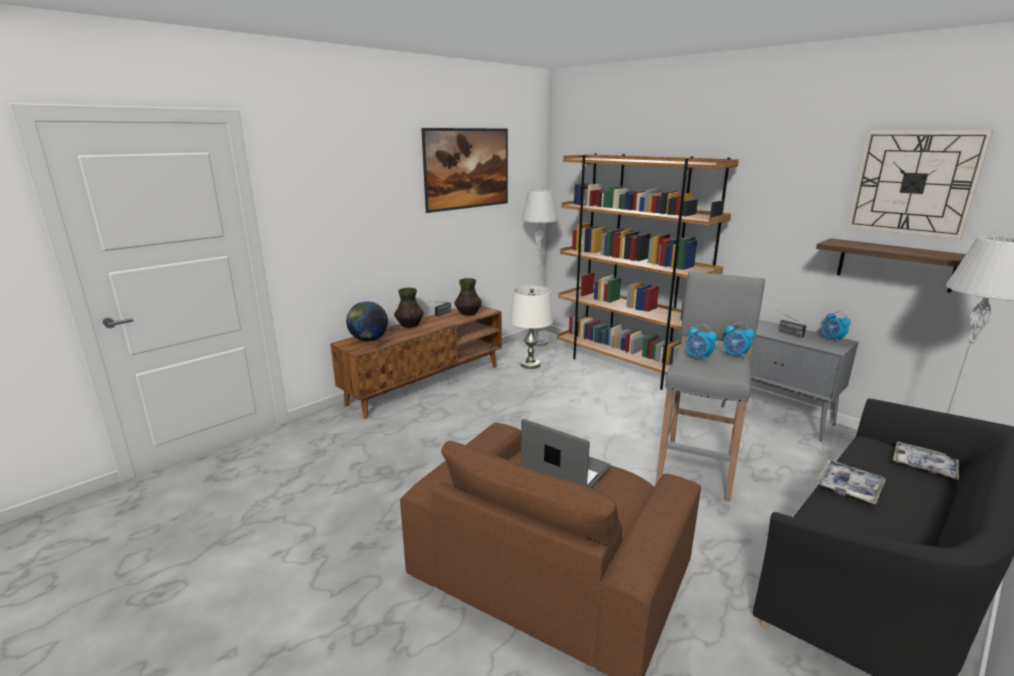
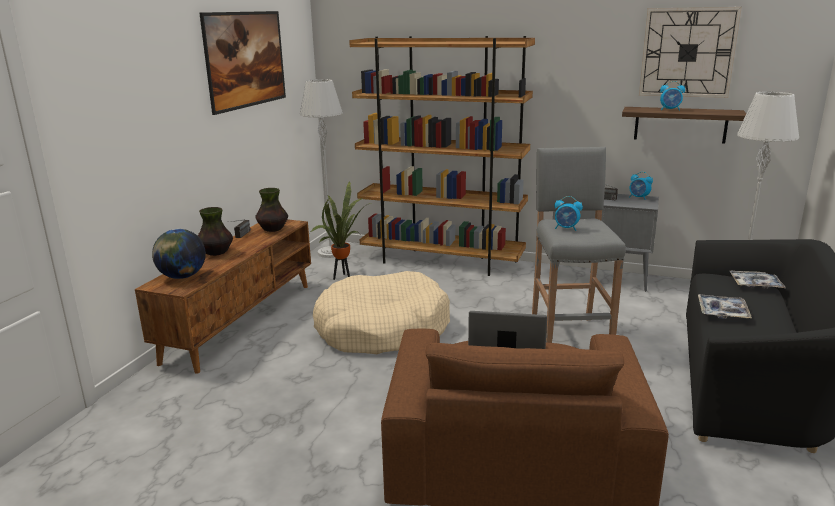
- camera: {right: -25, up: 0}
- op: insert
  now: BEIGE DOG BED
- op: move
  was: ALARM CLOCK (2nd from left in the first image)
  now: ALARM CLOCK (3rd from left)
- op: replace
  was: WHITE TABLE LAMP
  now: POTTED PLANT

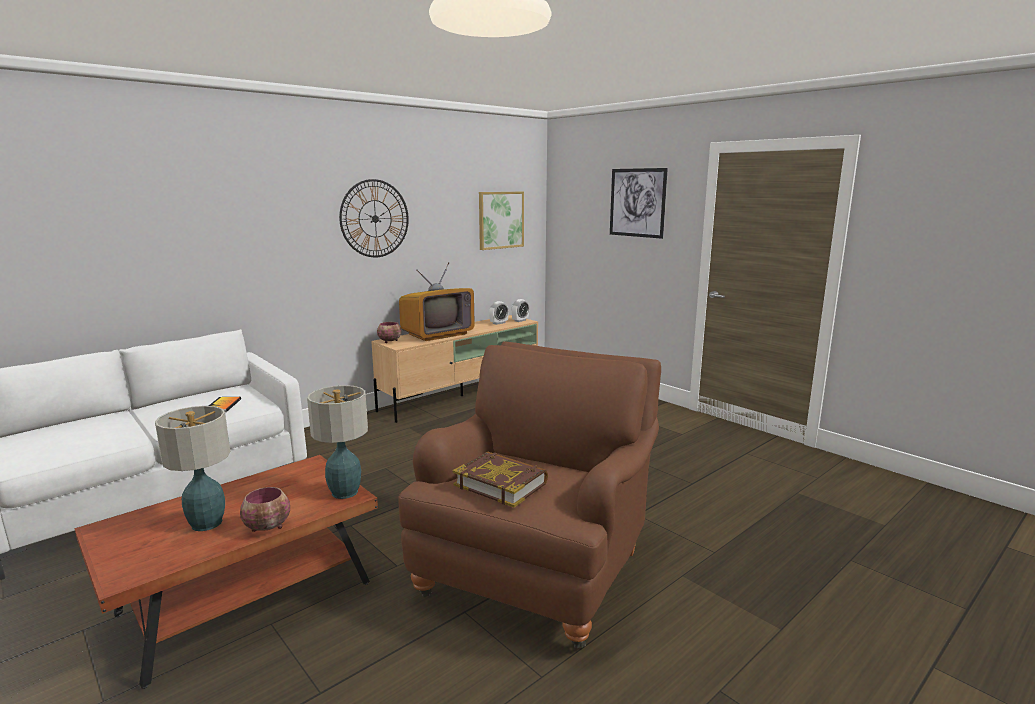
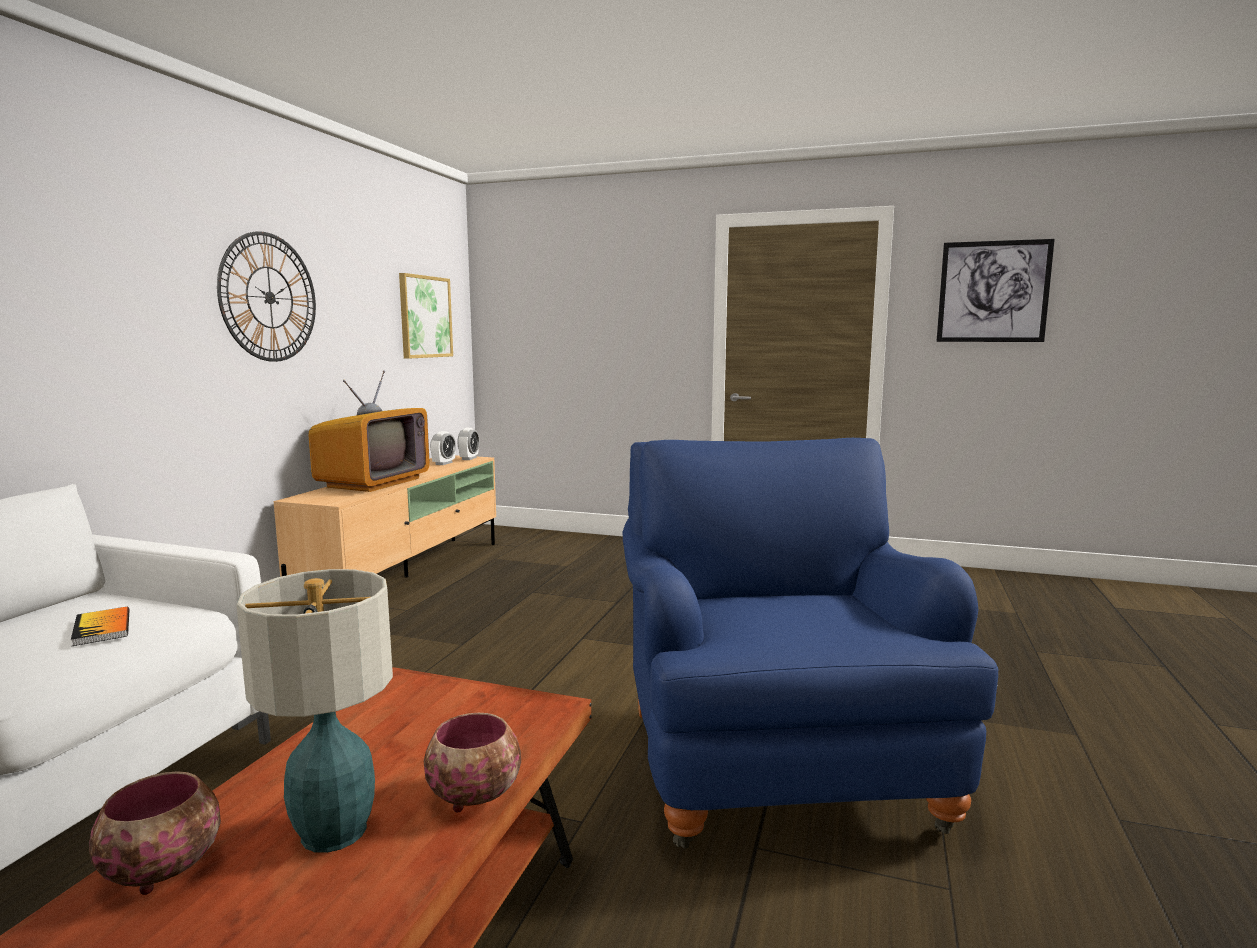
- camera: {right: -30, up: -5}
- op: delete
  was: TABLE LAMP (2nd from left)
- op: delete
  was: BOOK (2nd from left)
- op: move
  was: BOWL (2nd from left in the first image)
  now: BOWL (1st from left)
- op: move
  was: PICTURE (2nd from left)
- op: recolor
  was: BROWN ARMCHAIR
  now: BLUE ARMCHAIR

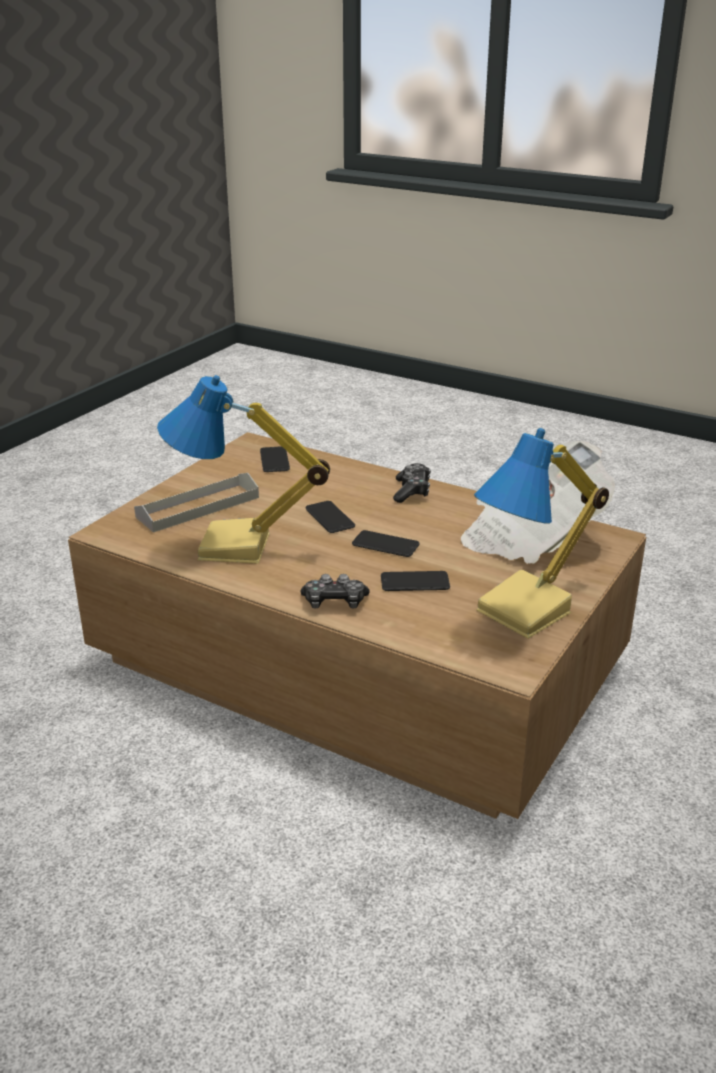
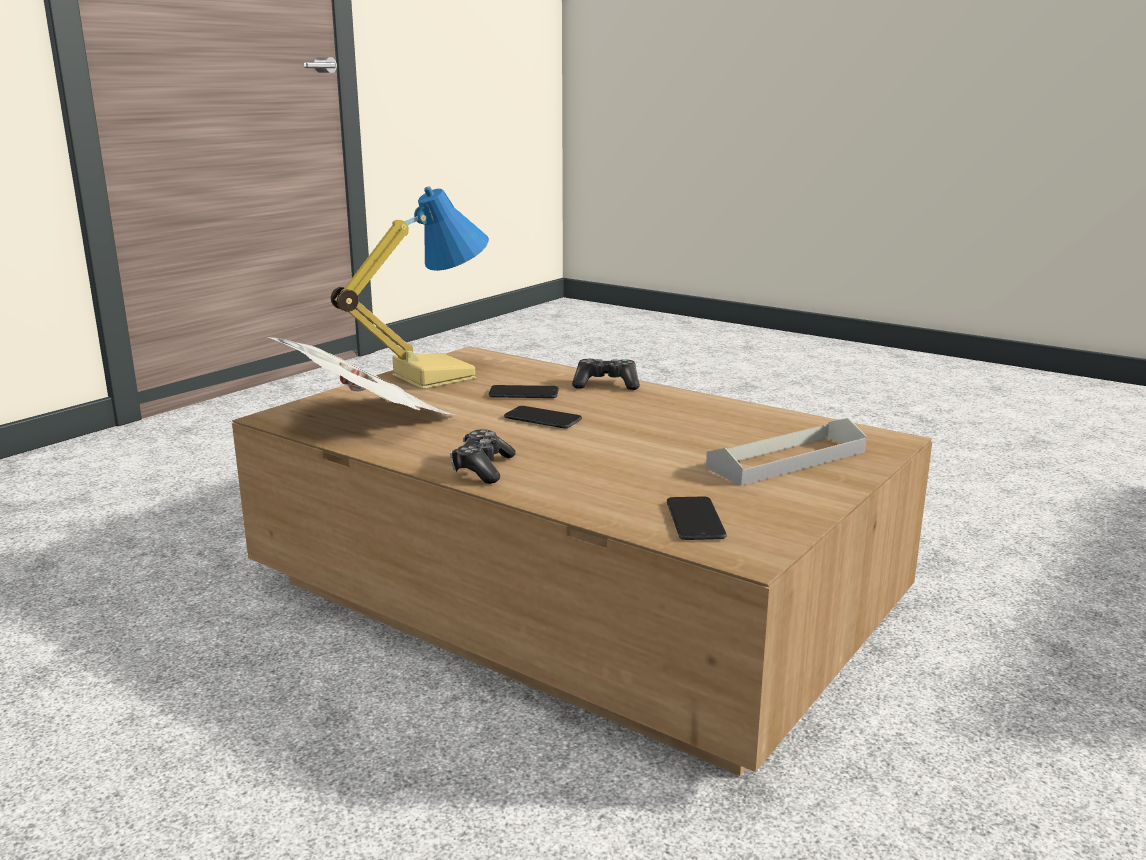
- camera: {right: -175, up: -10}
- op: delete
  was: TABLE LAMP (1st from left)
- op: delete
  was: PHONE (2nd from left)

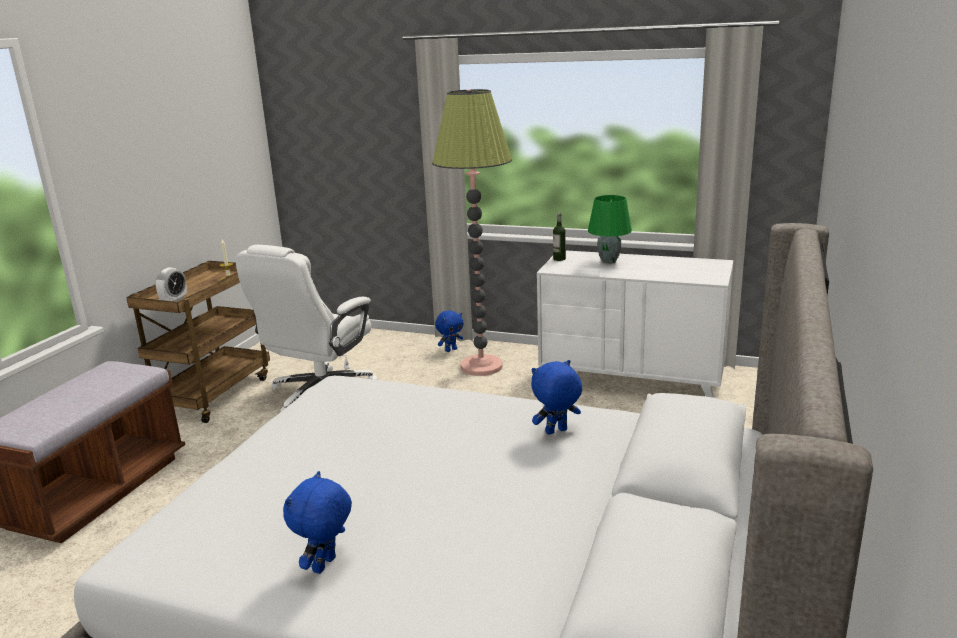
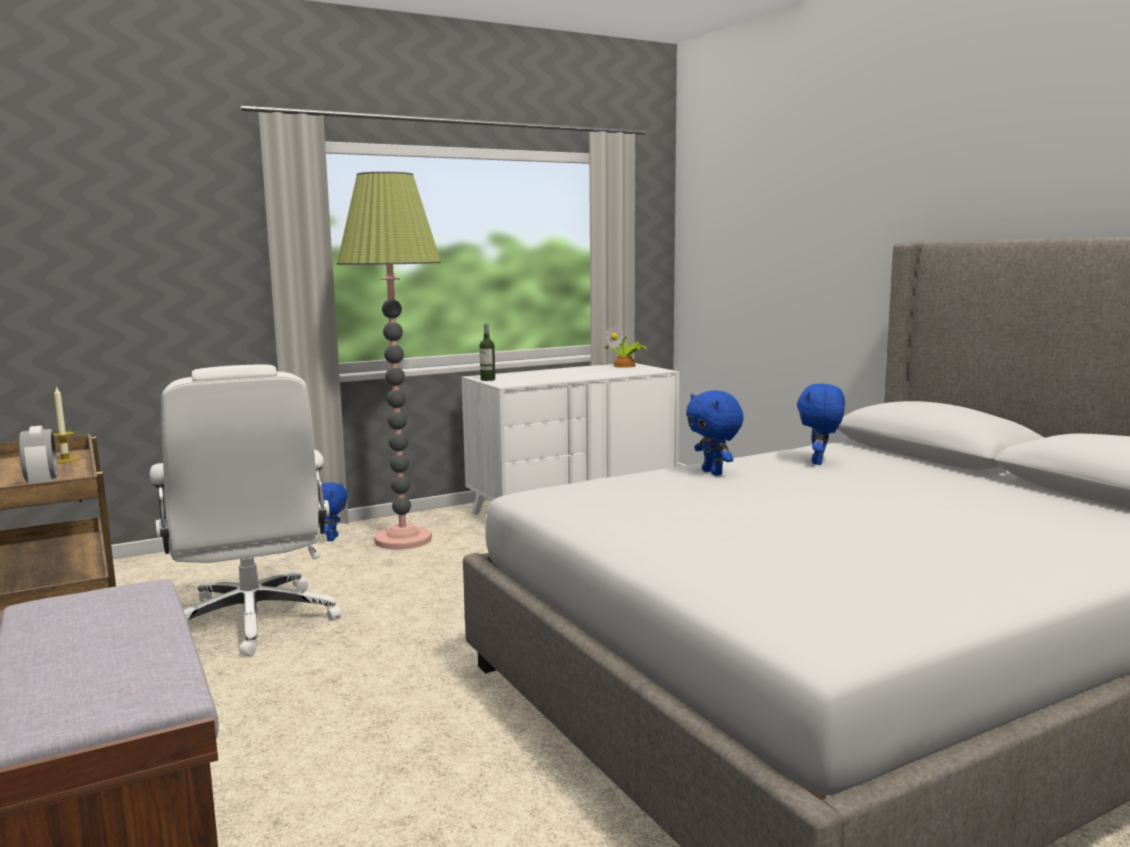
- camera: {right: -50, up: -10}
- op: delete
  was: GREEN TABLE LAMP
- op: insert
  now: POTTED PLANT
- op: move
  was: BLUE PLUSH TOY (1st from left in the first image)
  now: BLUE PLUSH TOY (2nd from left)

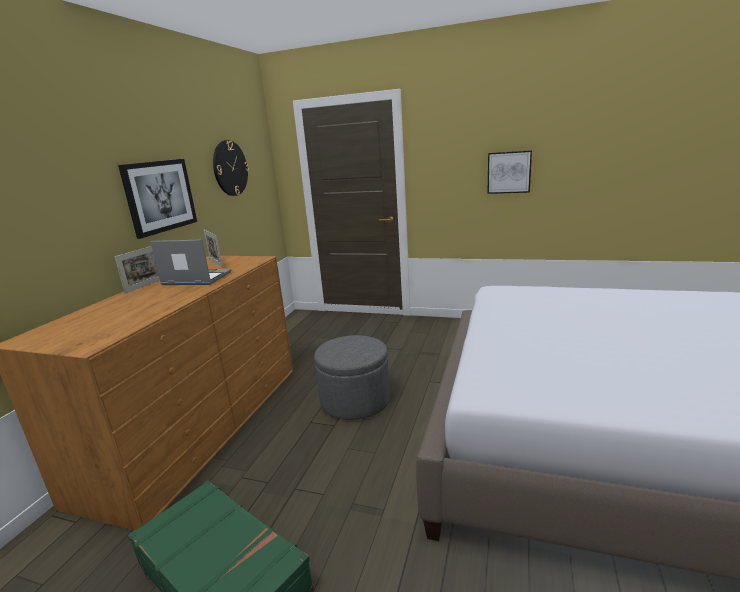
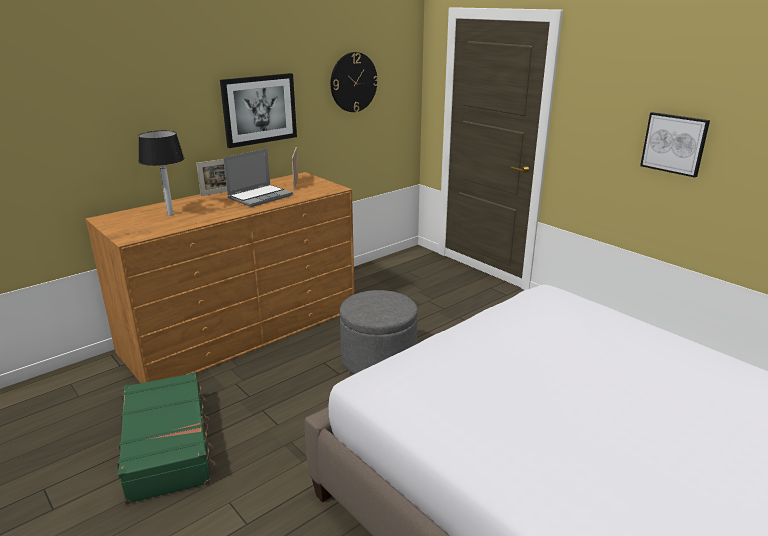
- camera: {right: 30, up: 5}
- op: insert
  now: TABLE LAMP
- op: rotate
  was: LAPTOP
  clockwise: 90

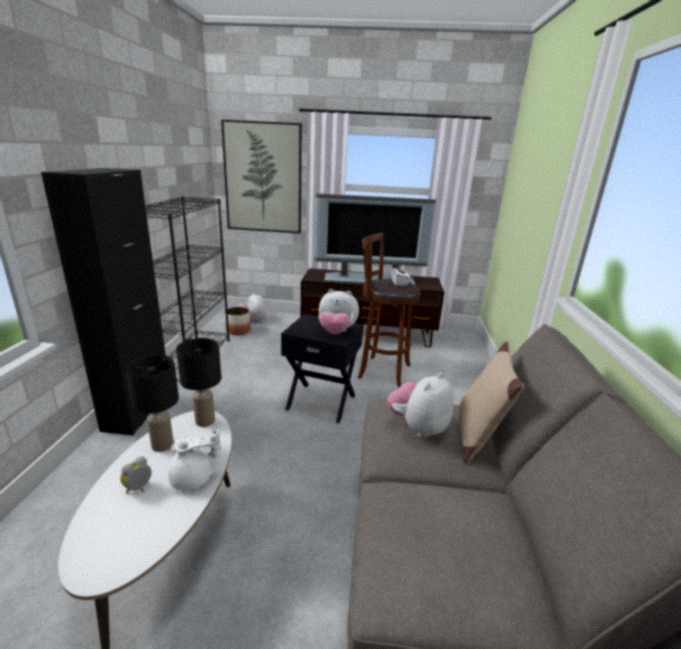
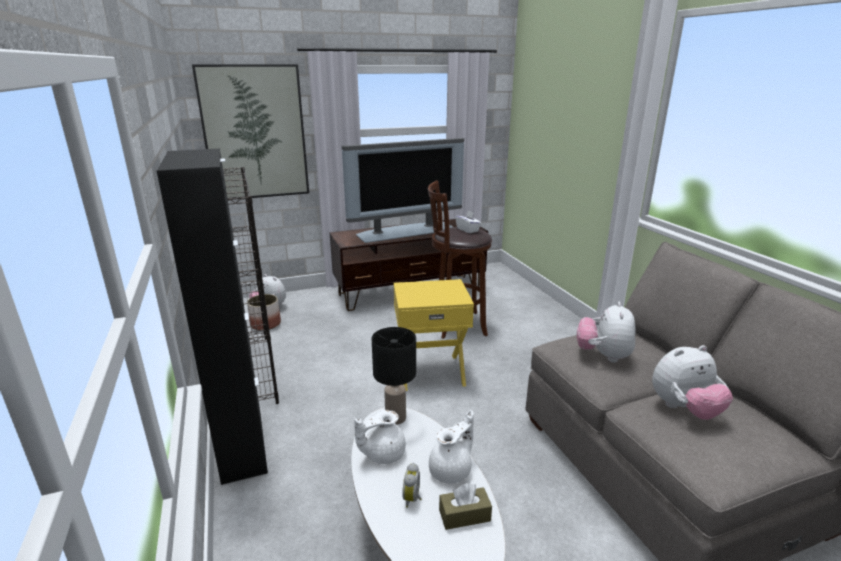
- camera: {right: -25, up: 0}
- op: delete
  was: BEIGE PILLOW
- op: insert
  now: BROWN TISSUE BOX
- op: move
  was: PLUSH TOY (2nd from left in the first image)
  now: PLUSH TOY (3rd from left)
- op: replace
  was: BLACK TABLE LAMP (1st from left)
  now: WHITE TEAPOT (1st from left)
- op: recolor
  was: BLACK SIDE TABLE
  now: YELLOW SIDE TABLE

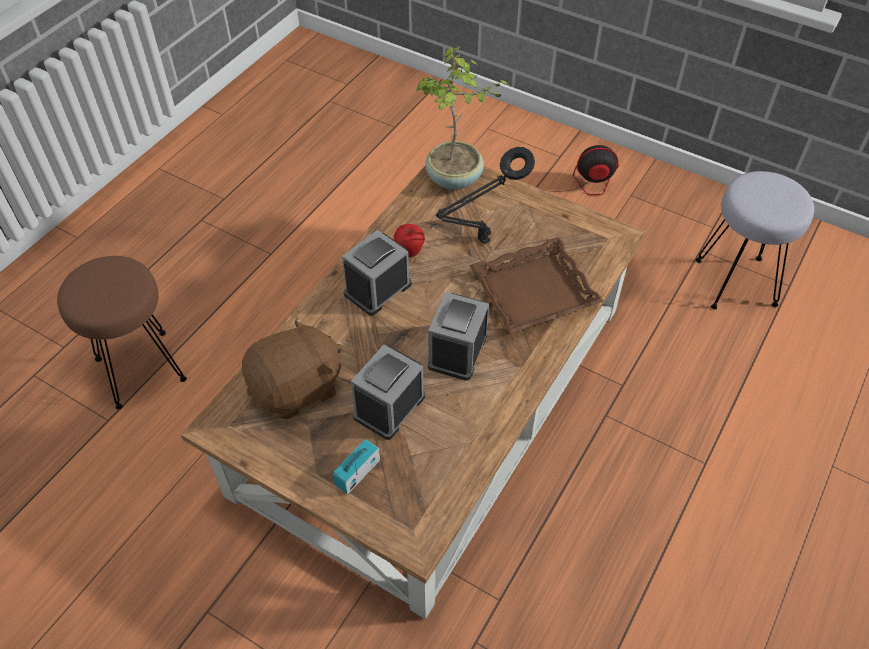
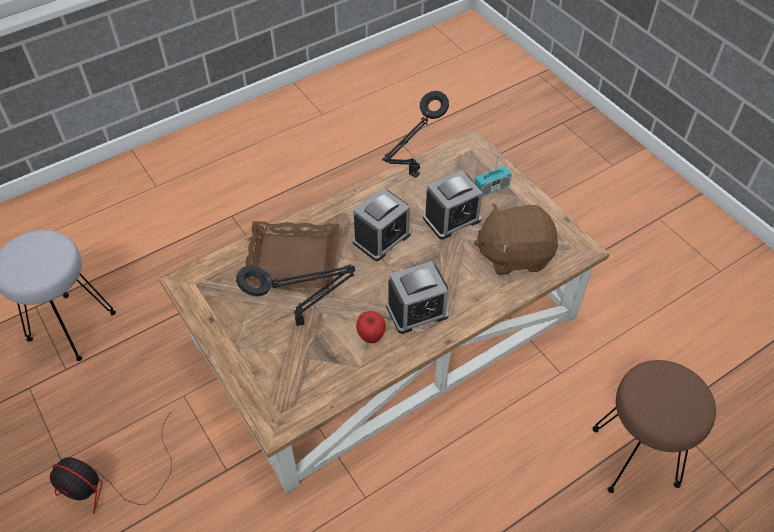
- camera: {right: -155, up: 0}
- op: delete
  was: POTTED PLANT
- op: insert
  now: BLACK TABLE LAMP (2nd from left)

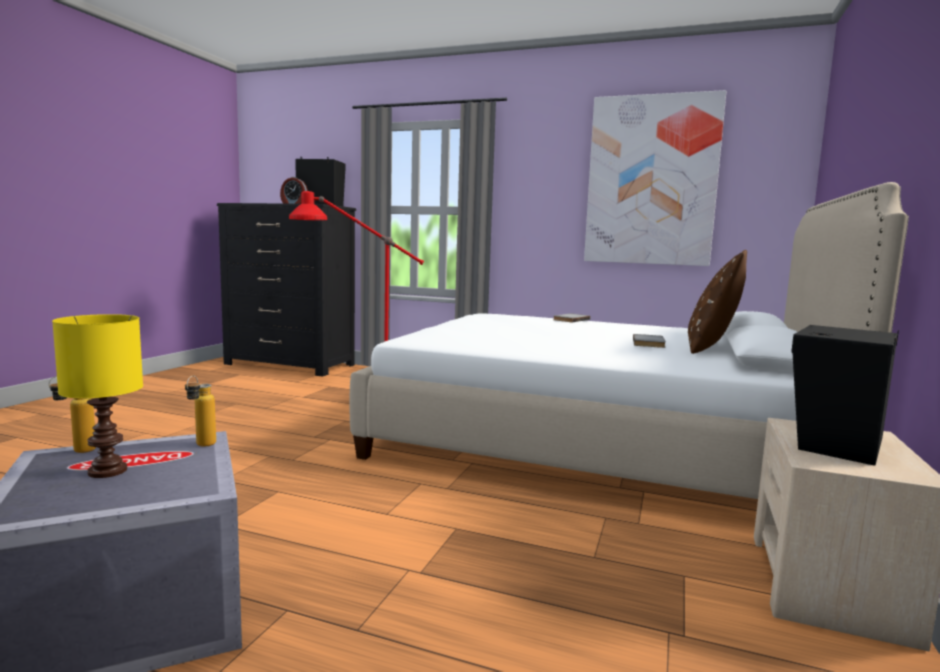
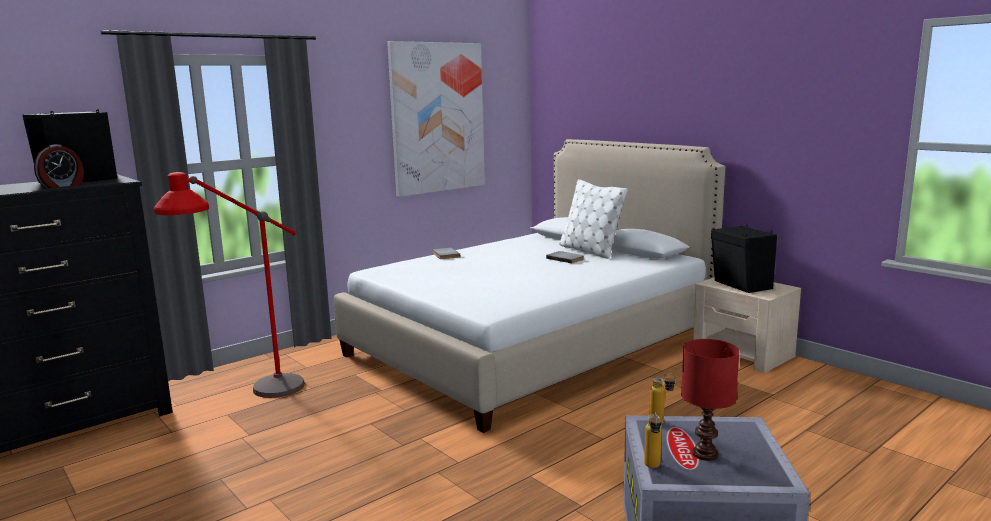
- camera: {right: -60, up: 5}
- op: recolor
  was: YELLOW TABLE LAMP
  now: RED TABLE LAMP
- op: recolor
  was: BROWN PILLOW
  now: WHITE PILLOW

